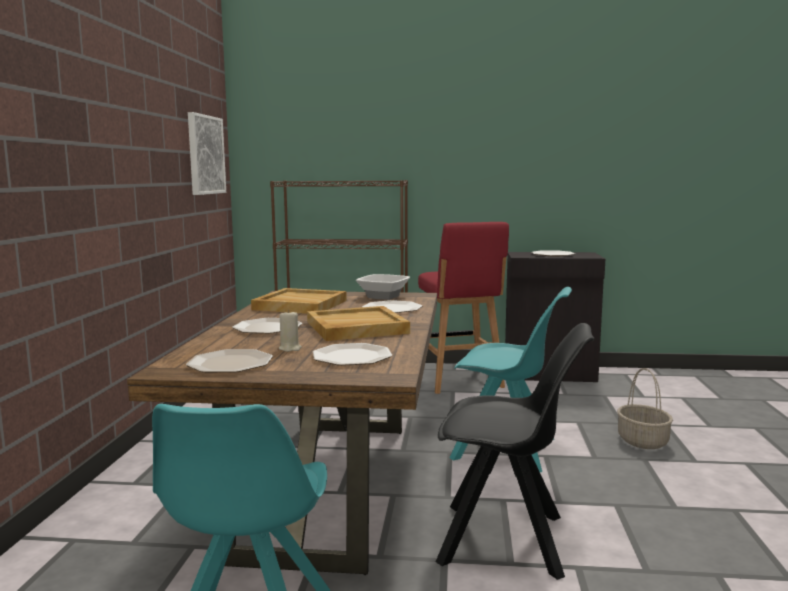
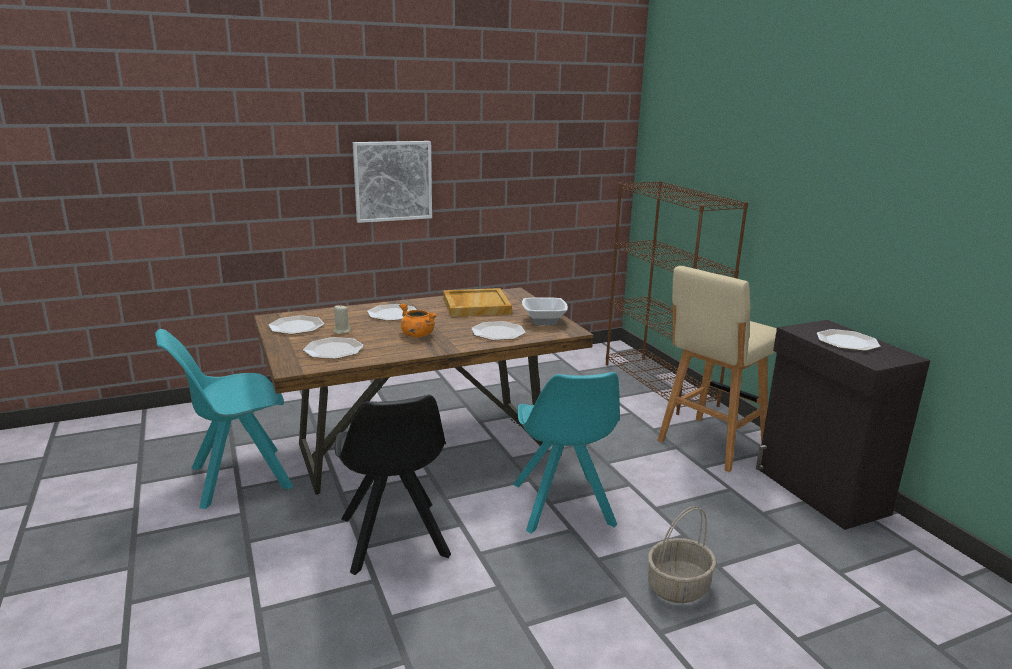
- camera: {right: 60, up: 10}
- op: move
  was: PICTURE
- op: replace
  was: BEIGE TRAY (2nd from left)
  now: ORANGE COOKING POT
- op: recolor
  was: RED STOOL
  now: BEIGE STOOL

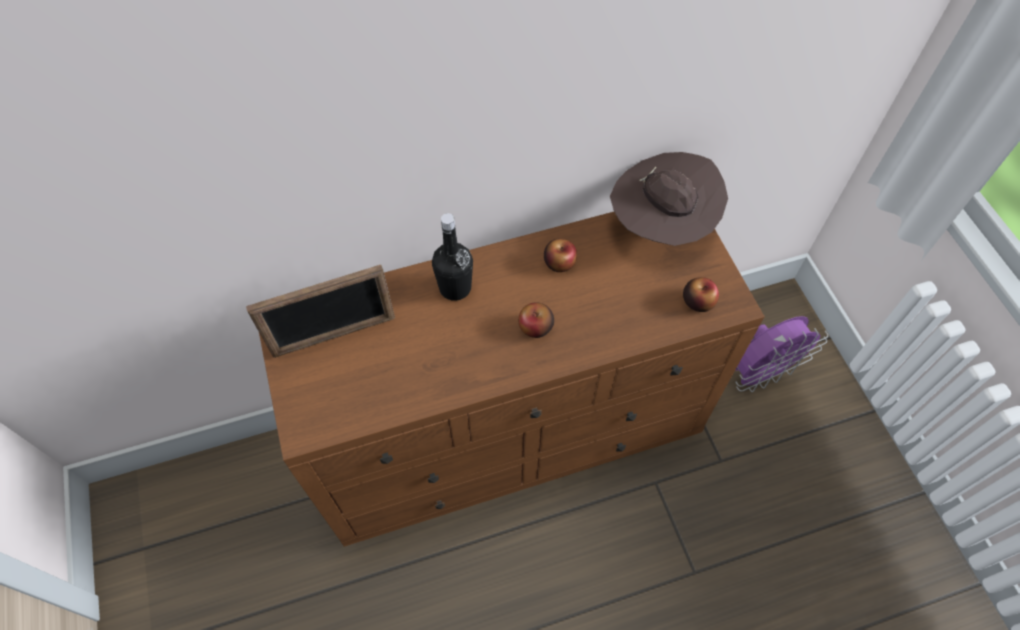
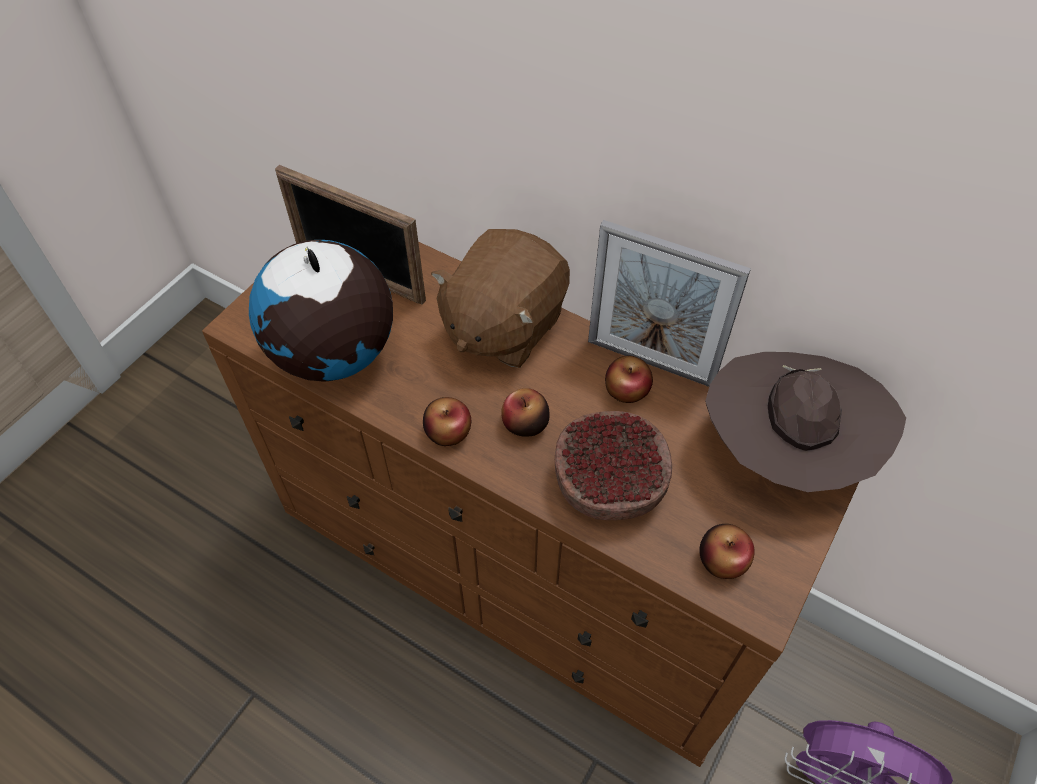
- camera: {right: 50, up: -5}
- op: insert
  now: GLOBE
- op: insert
  now: APPLE (1st from left)
- op: insert
  now: BOWL
- op: insert
  now: PICTURE FRAME (2nd from left)
- op: replace
  was: BLACK BOTTLE
  now: BROWN PLUSH TOY

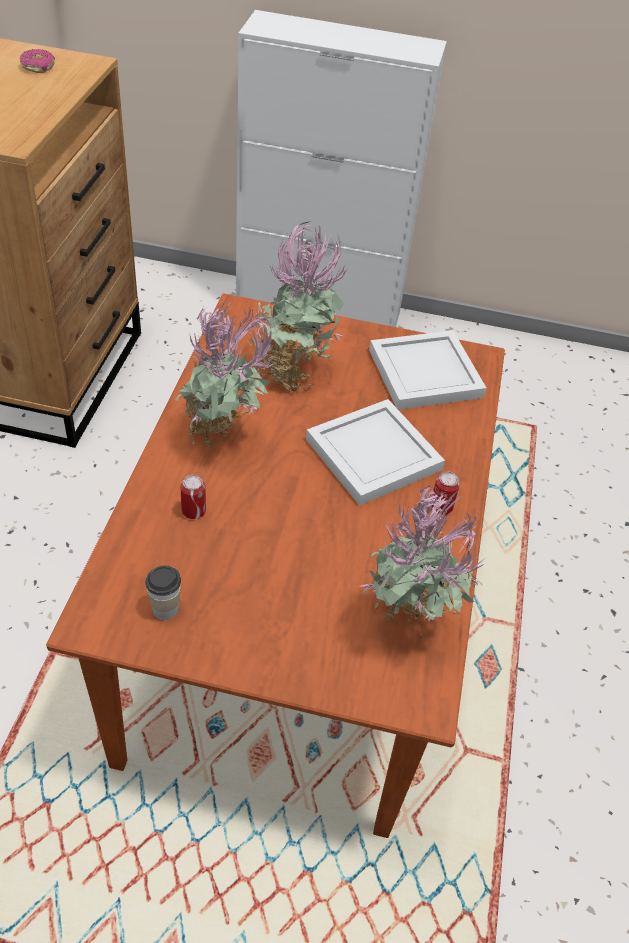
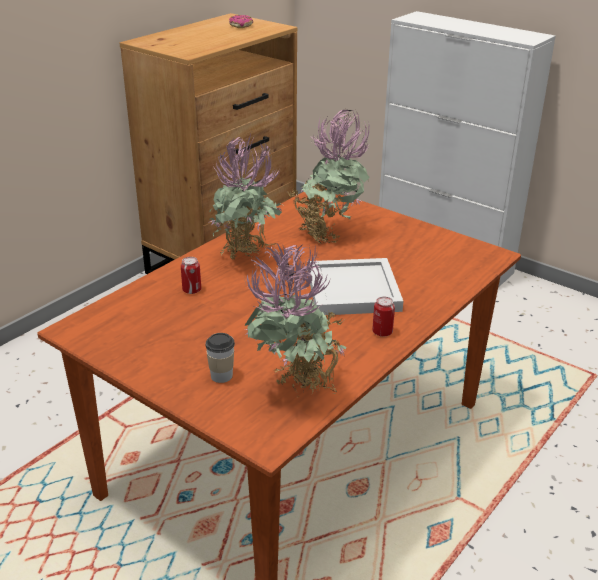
- camera: {right: 30, up: -15}
- op: delete
  was: WHITE TRAY (2nd from left)
- op: move
  was: CUP

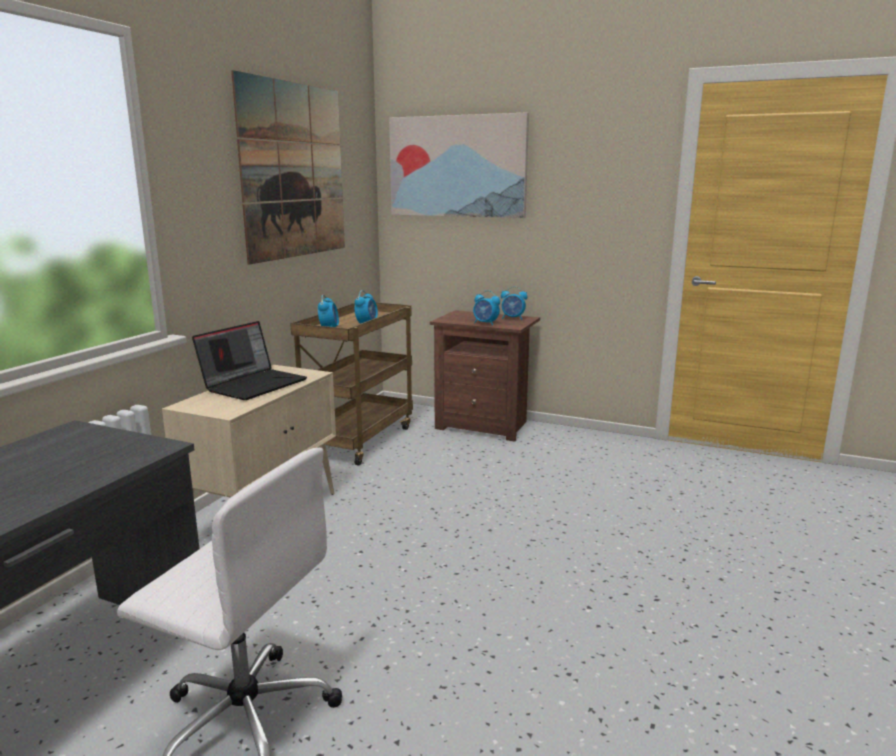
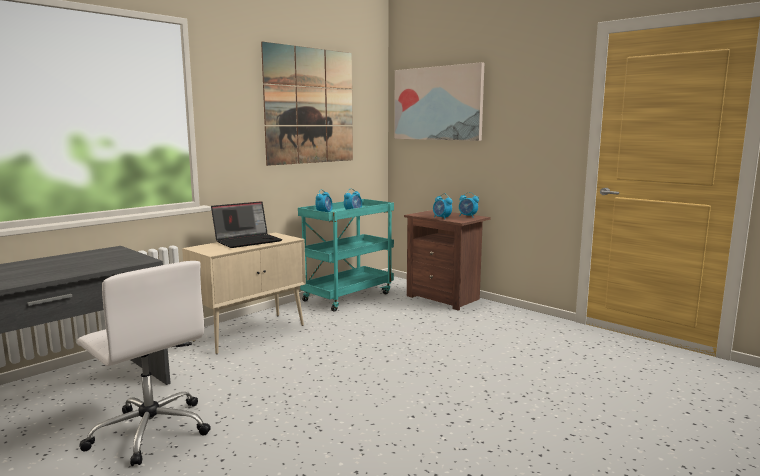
- camera: {right: 20, up: -5}
- op: recolor
  was: BROWN CART
  now: TURQUOISE CART

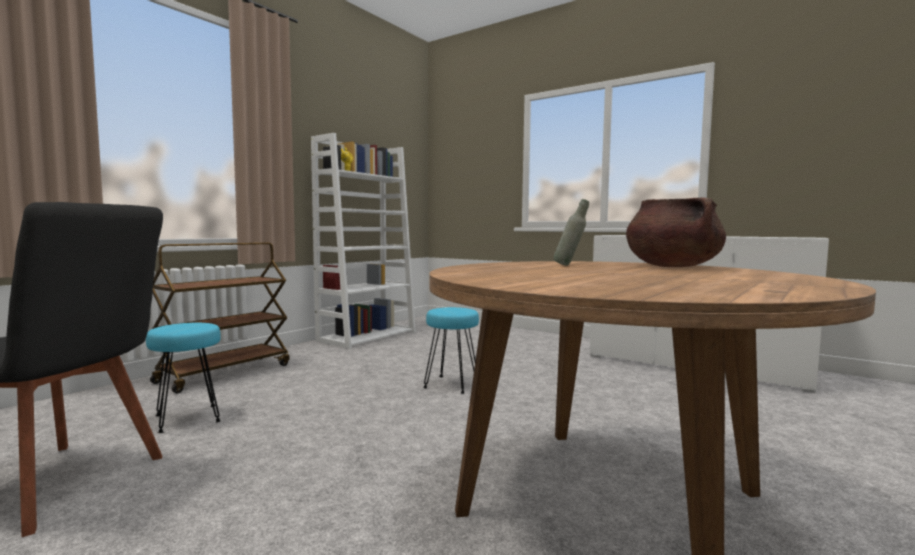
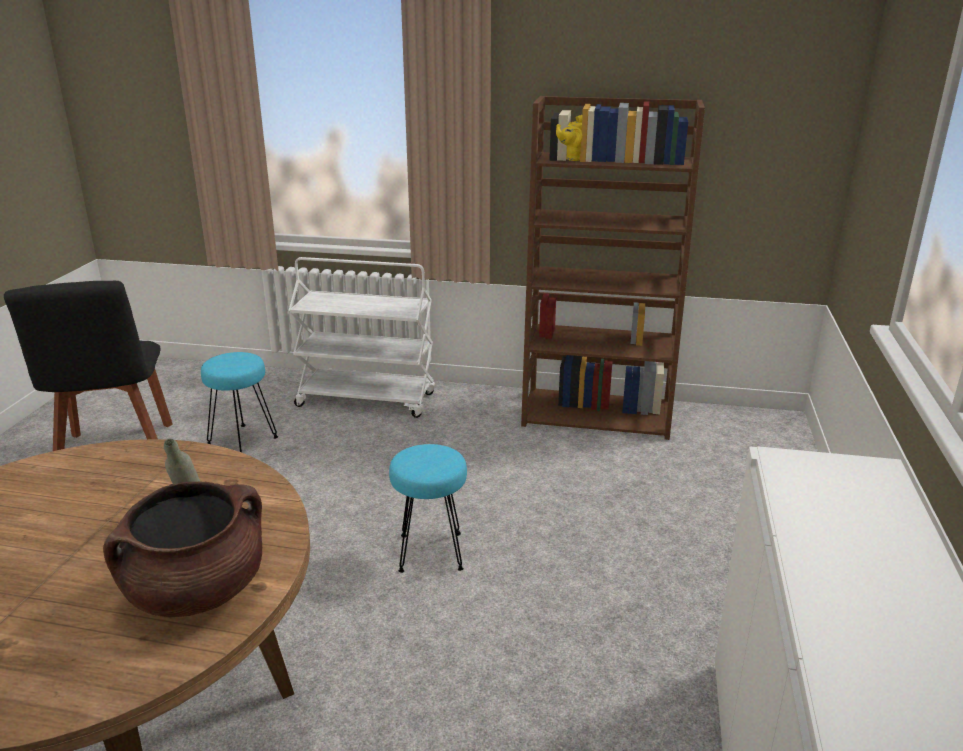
- camera: {right: 65, up: 20}
- op: recolor
  was: BROWN CART
  now: WHITE CART
- op: recolor
  was: WHITE BOOKCASE
  now: BROWN BOOKCASE

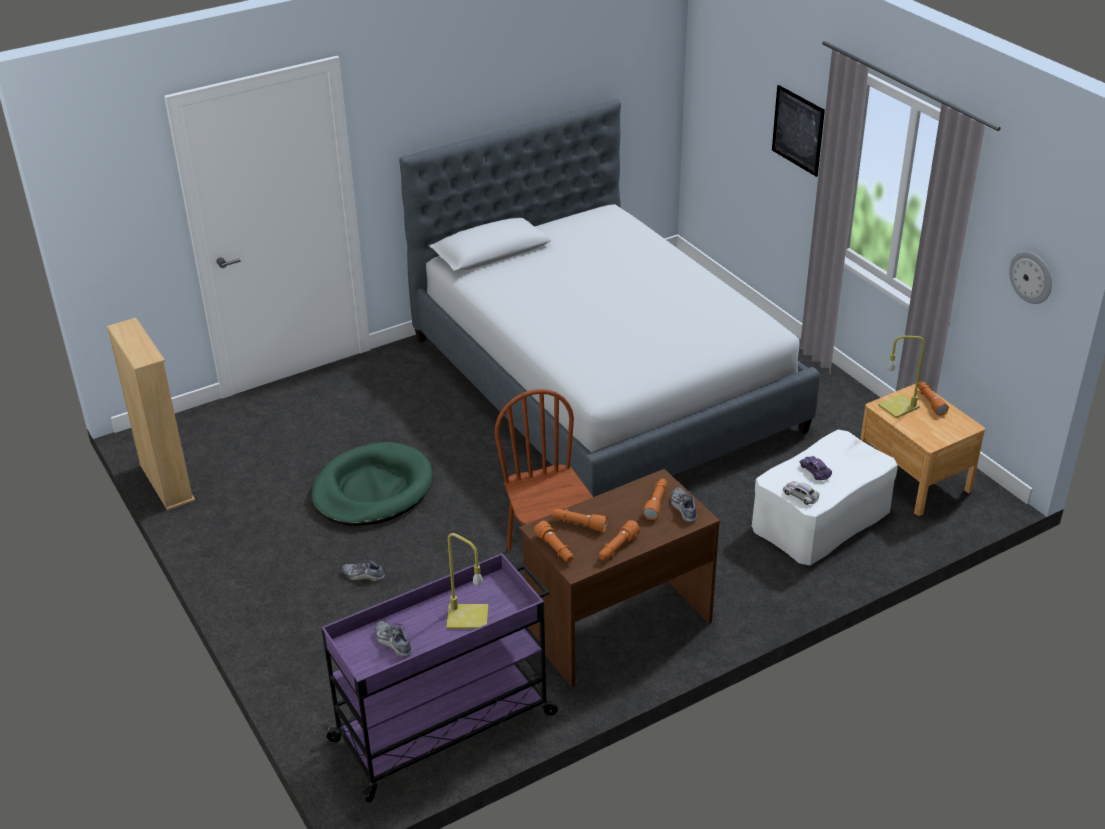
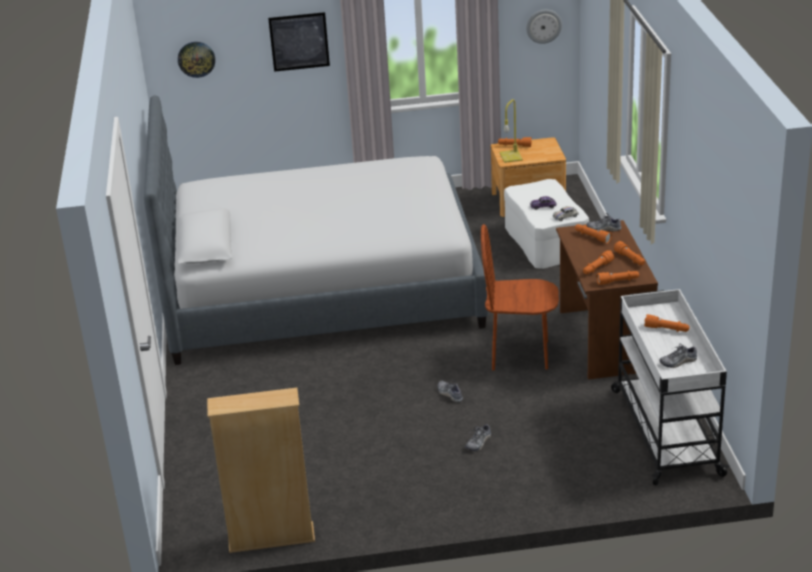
- camera: {right: -65, up: -5}
- op: delete
  was: GREEN DOG BED
- op: insert
  now: WALL CLOCK (1st from left)
- op: insert
  now: SHOE (1st from left)
- op: replace
  was: YELLOW TABLE LAMP (1st from left)
  now: ORANGE FLASHLIGHT (6th from left)
- op: recolor
  was: PURPLE CART
  now: WHITE CART

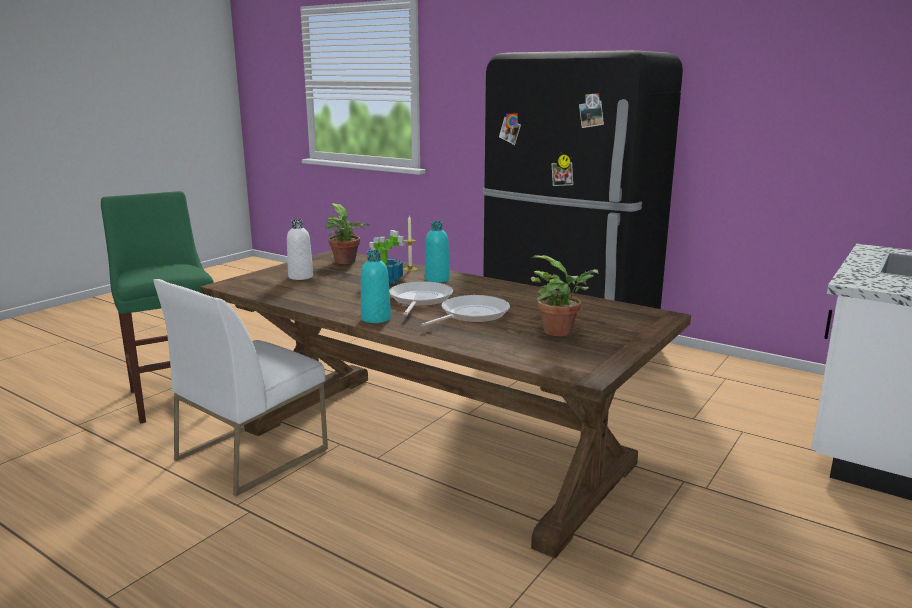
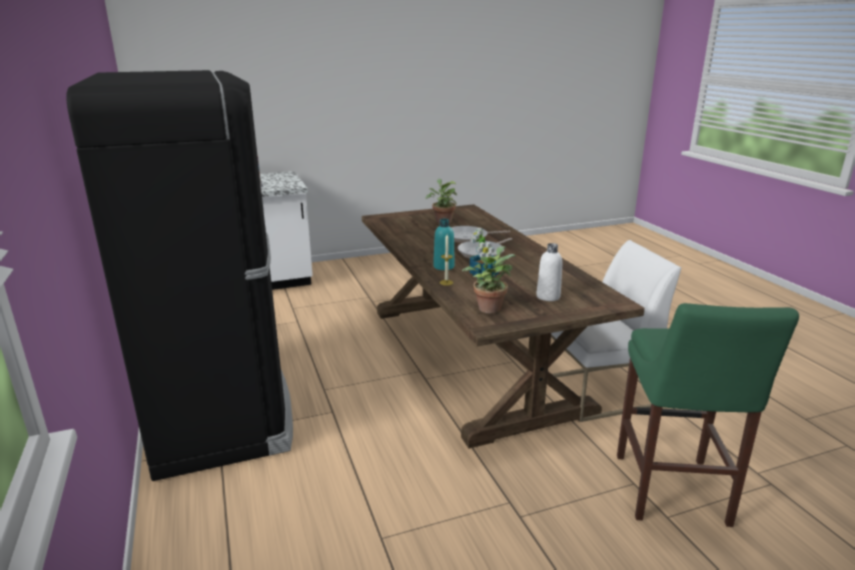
- camera: {right: -145, up: 5}
- op: delete
  was: TURQUOISE BOTTLE (1st from left)

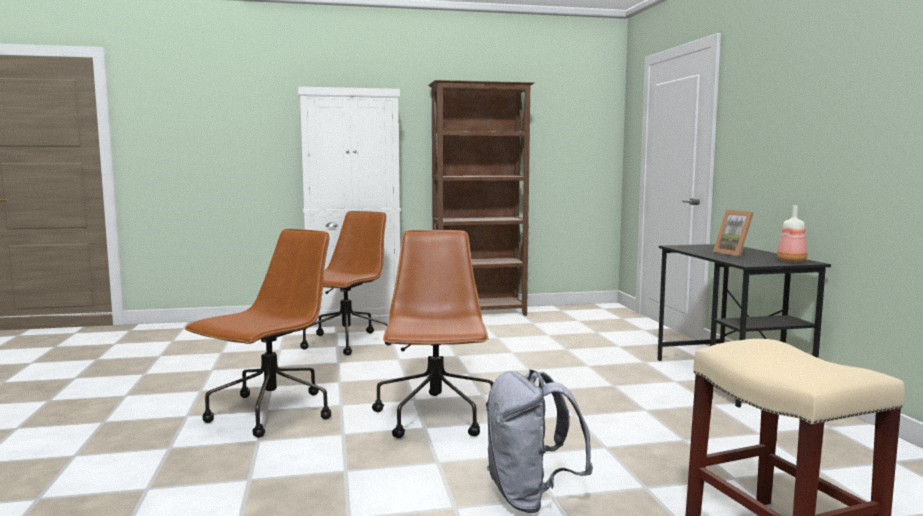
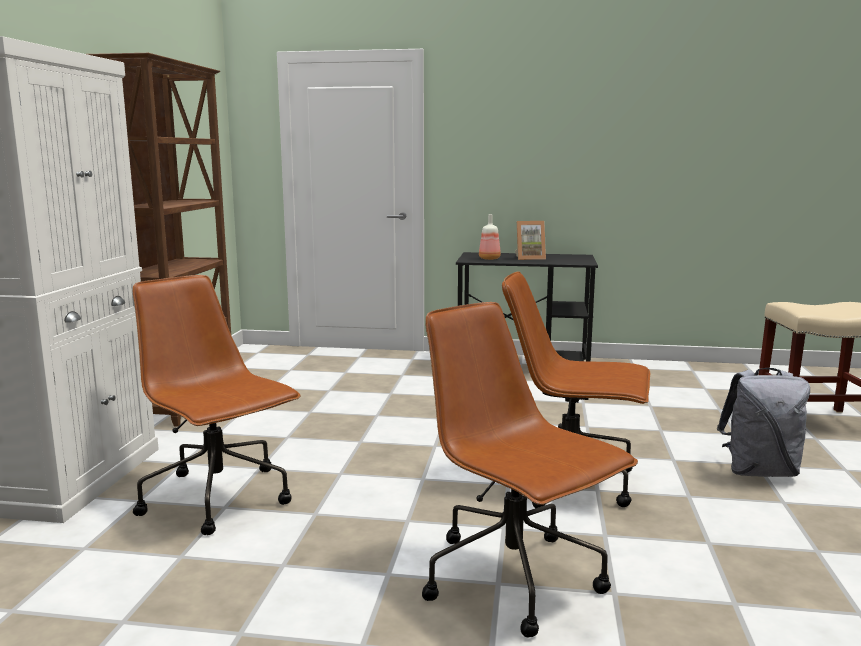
- camera: {right: -70, up: 5}
- op: move
  was: BOTTLE

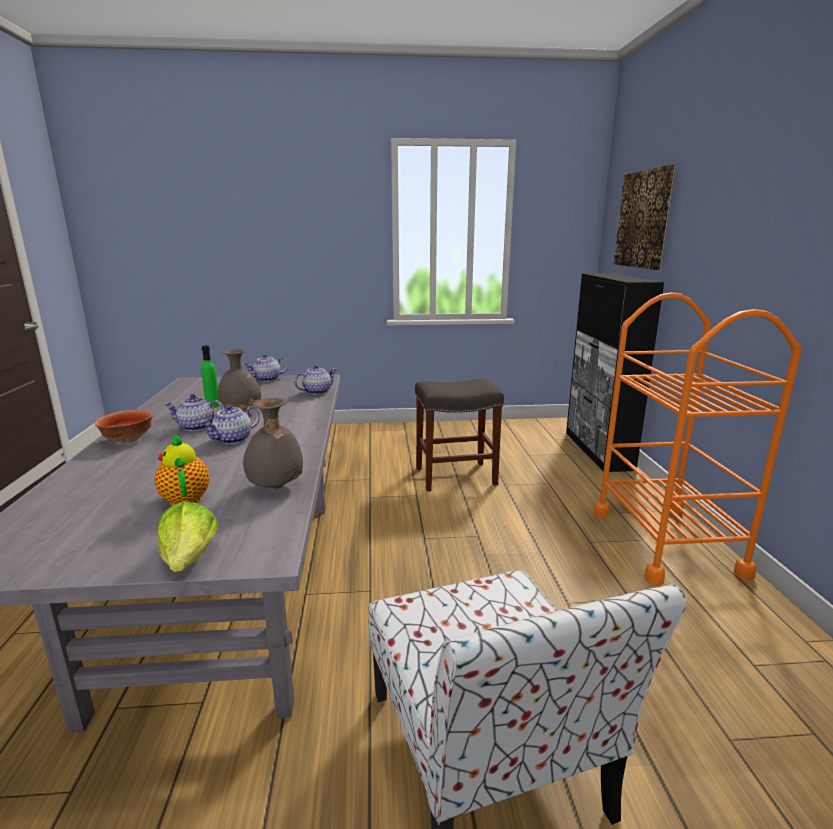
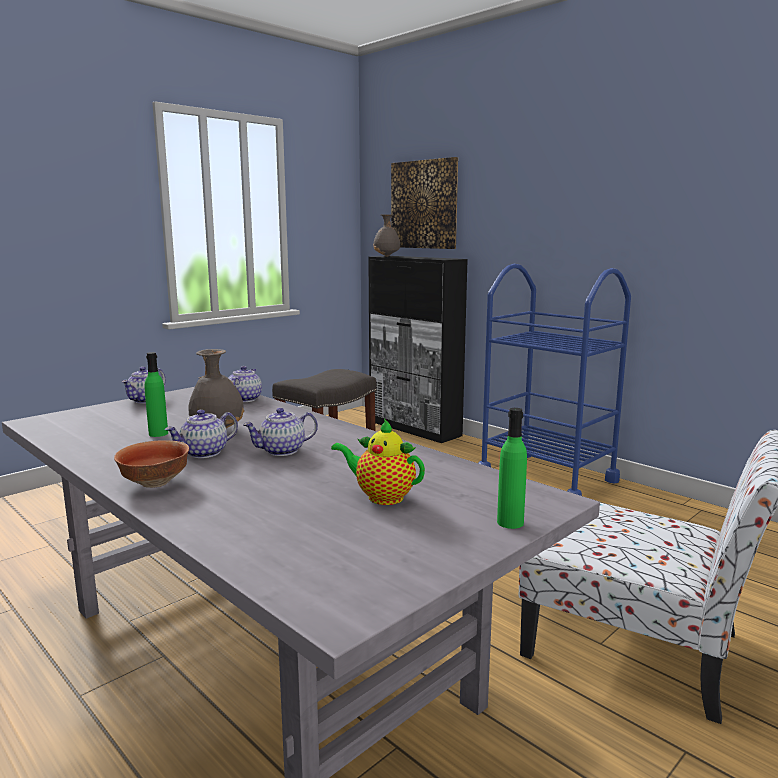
- camera: {right: -40, up: -5}
- op: move
  was: GREY VASE (2nd from left)
- op: replace
  was: LETTUCE
  now: GREEN BOTTLE (2nd from left)
- op: recolor
  was: ORANGE CART
  now: BLUE CART
- op: rotate
  was: TEAPOT (3rd from left in the first image)
  clockwise: 60

